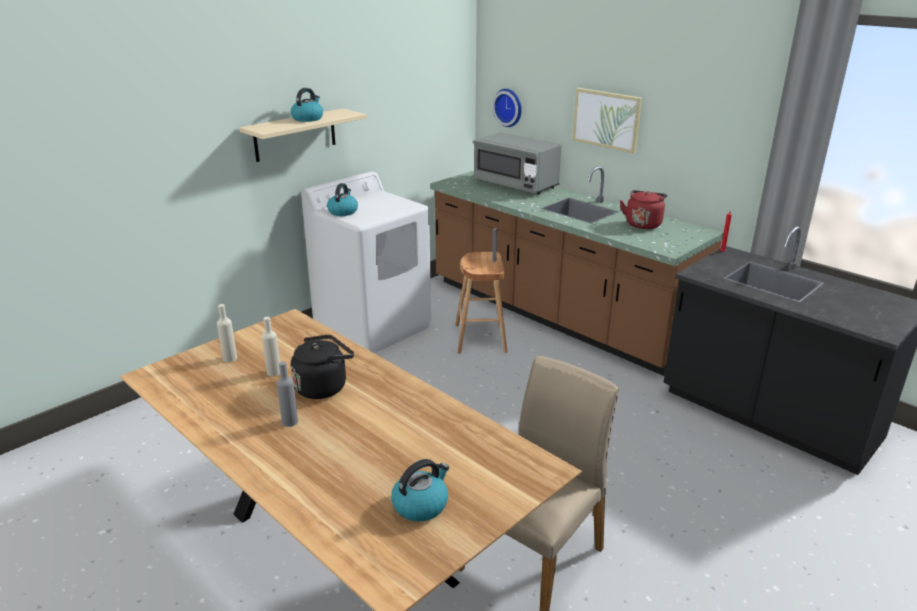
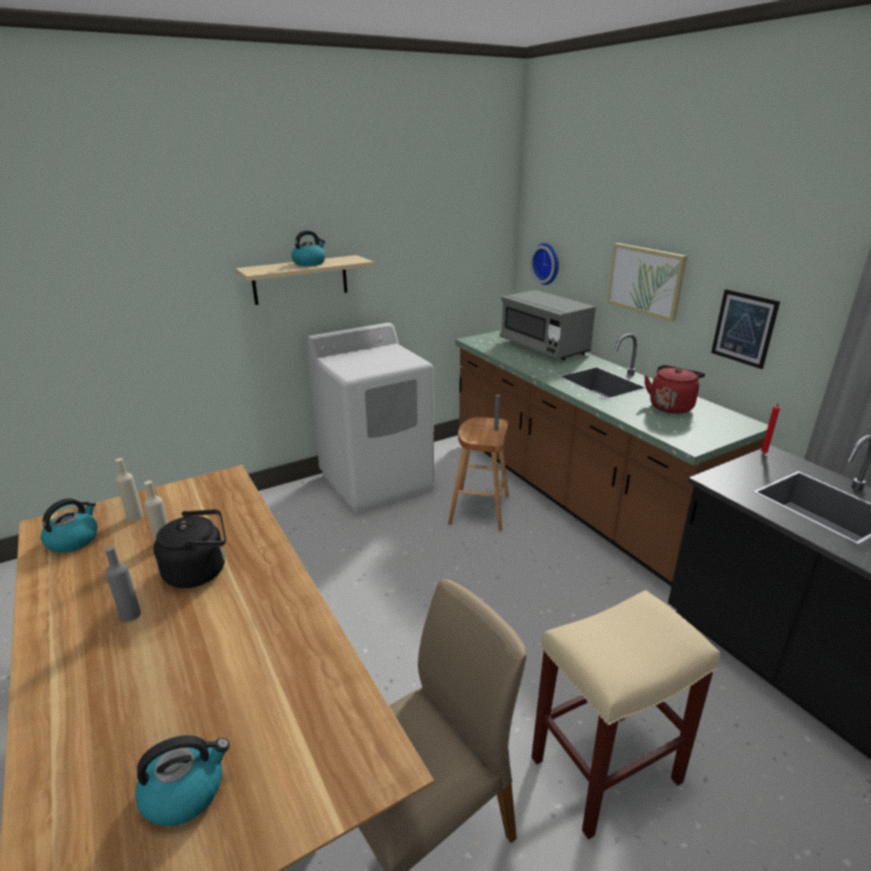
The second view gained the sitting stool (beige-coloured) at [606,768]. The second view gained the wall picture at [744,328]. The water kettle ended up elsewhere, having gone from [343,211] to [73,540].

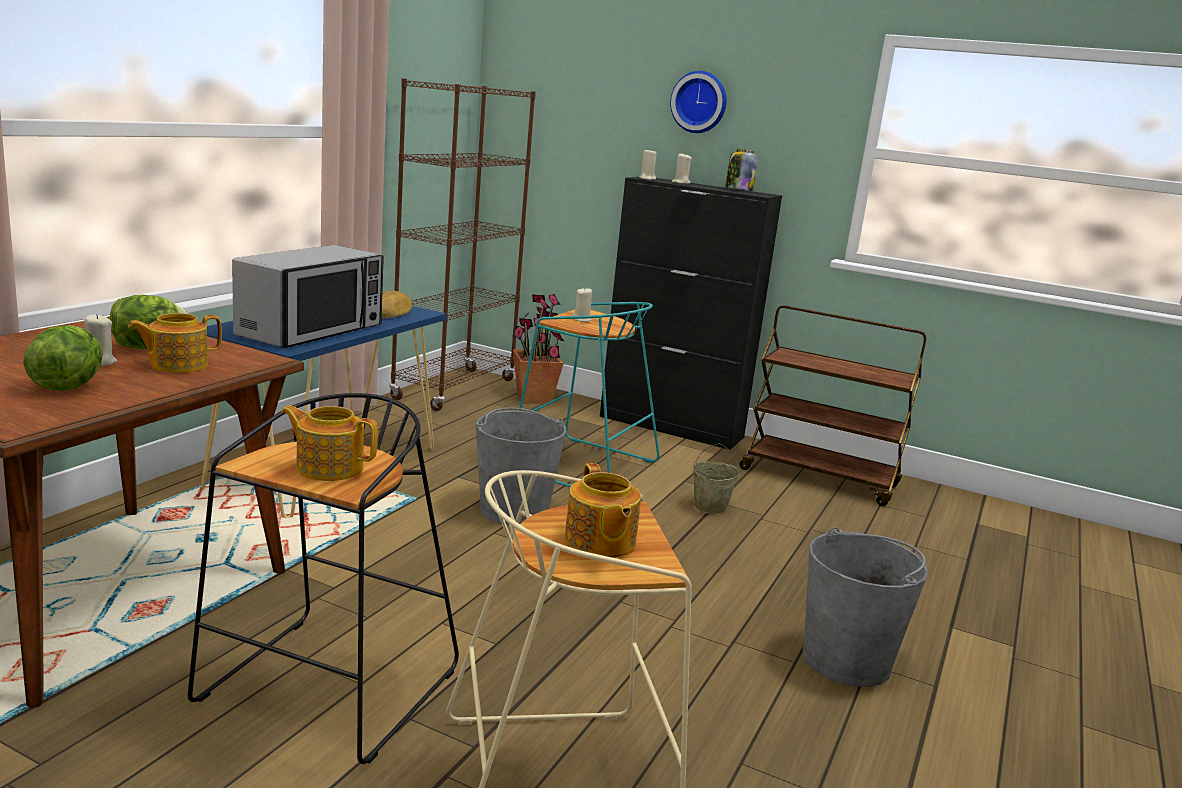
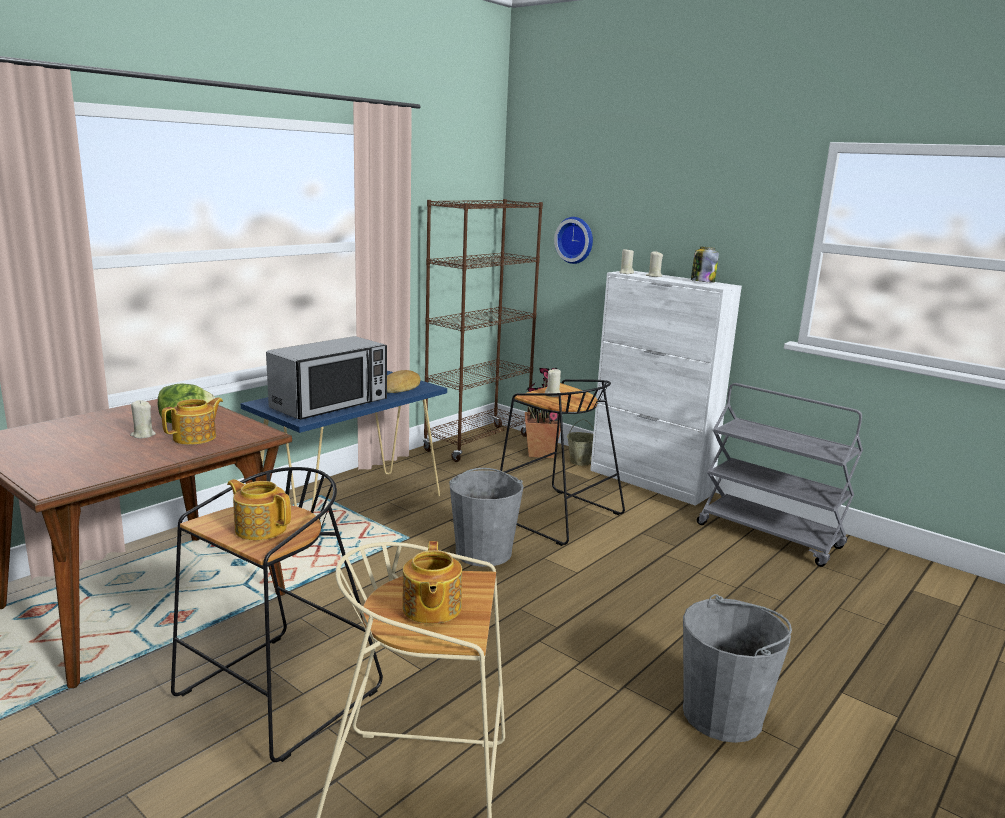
The second view lost the lettuce at [68,386]. The hanging clock ended up elsewhere, having gone from [700,102] to [575,240]. The water bucket (beige-coloured) ended up elsewhere, having gone from [711,507] to [581,461]. What was the sitting stool (turquoise) at [581,467] turned into the sitting stool (black-coloured) at [556,516]. What was the storage cabinet (black-coloured) at [671,427] turned into the storage cabinet (whitish) at [650,482]. What was the trolley (brownish) at [820,478] turned into the trolley (grey) at [770,536]. The teapot at [177,365] ended up facing another way, 150 degrees clockwise from before.

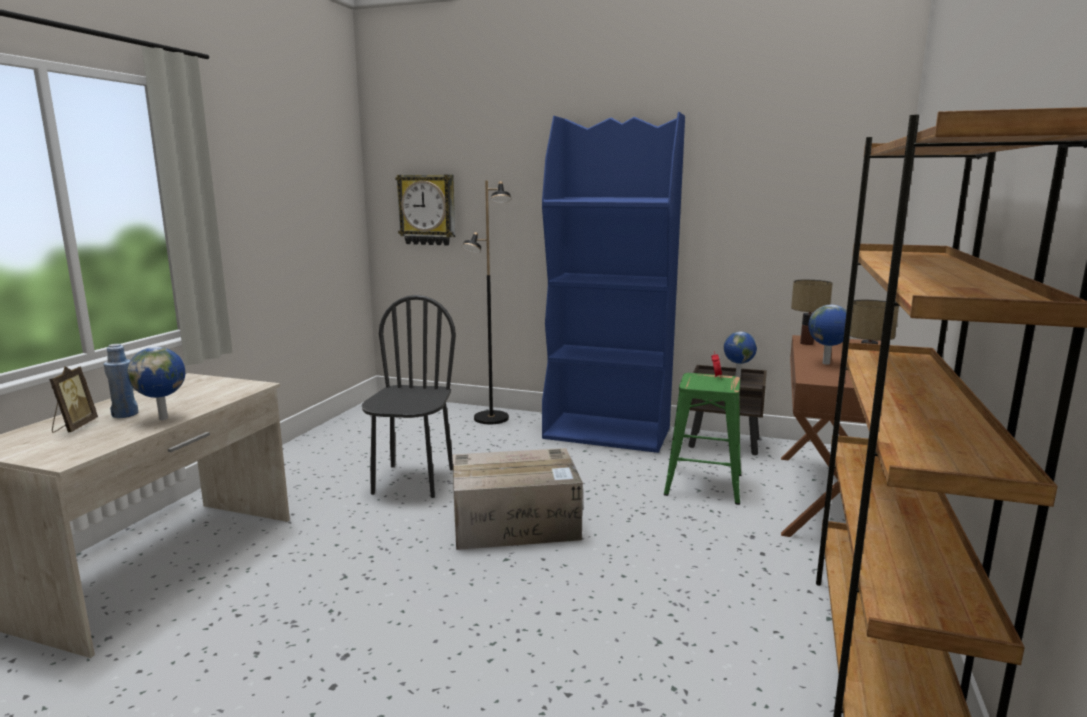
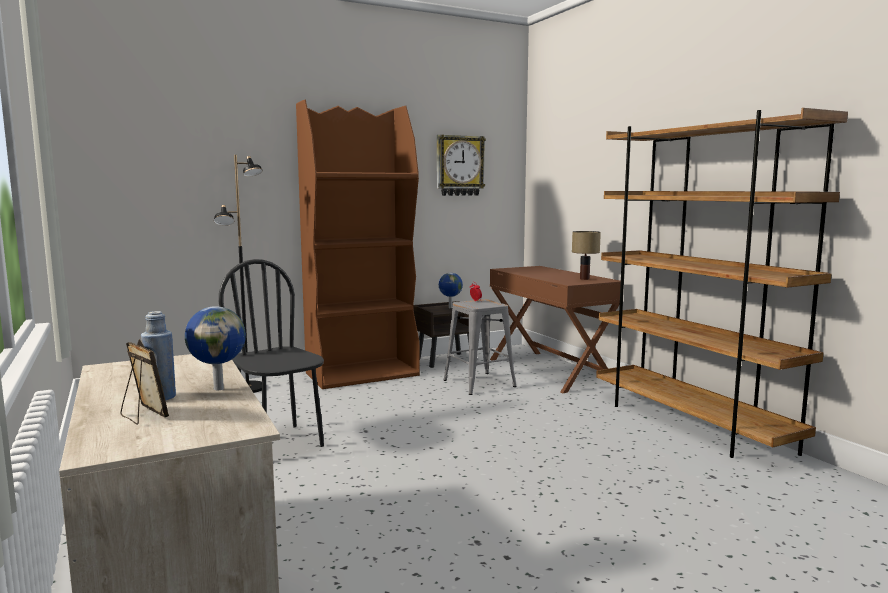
The second view lost the cardboard box at [516,522]. The second view lost the table lamp at [807,343]. The second view lost the world globe at [826,364]. The hanging clock ended up elsewhere, having gone from [427,210] to [459,166]. What was the bookcase (blue) at [608,433] turned into the bookcase (brownish) at [363,374]. What was the sitting stool (green) at [702,484] turned into the sitting stool (grey) at [478,383].

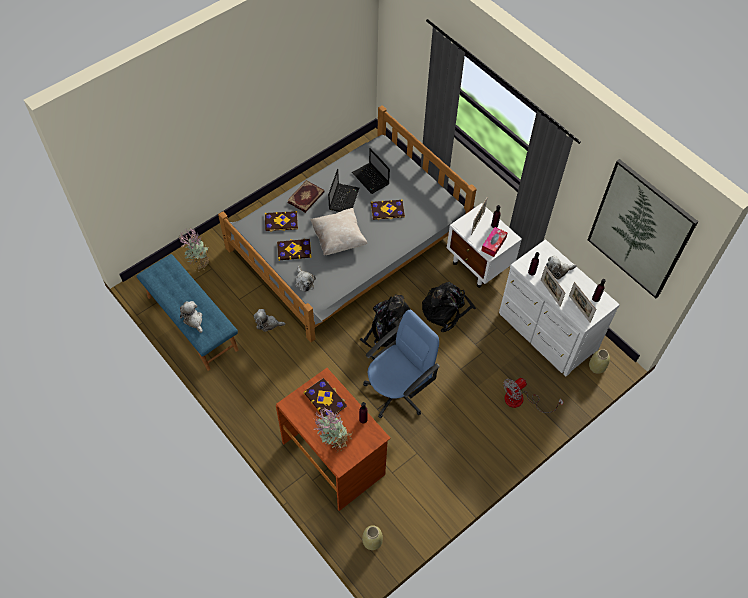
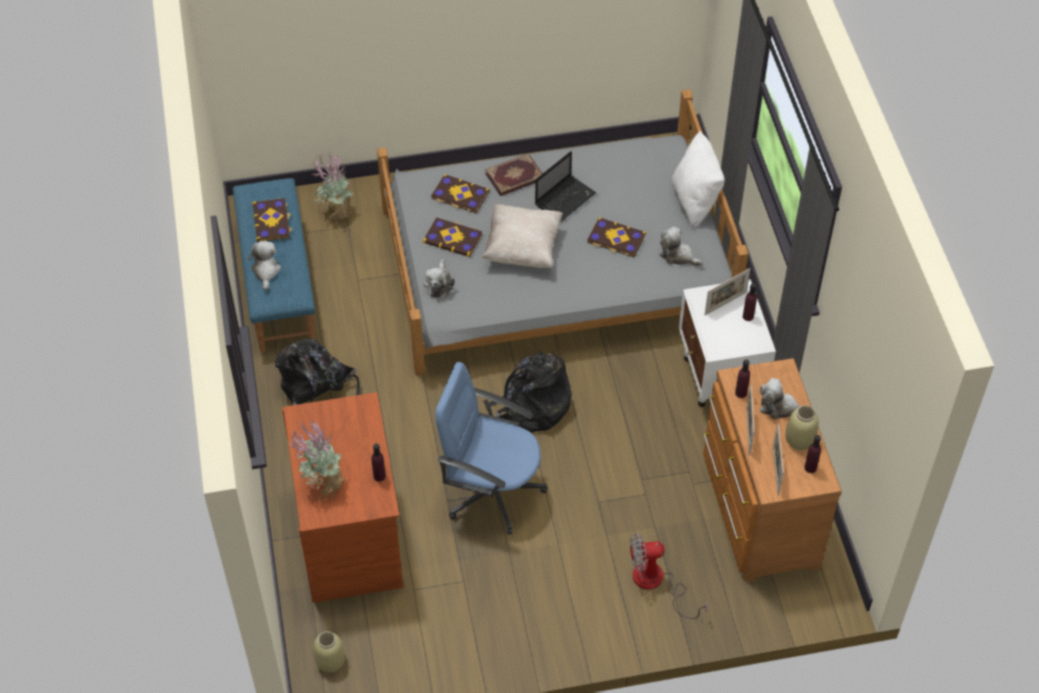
The second view lost the notebook computer at [371,179]. The second view lost the tissue box at [493,244]. The second view lost the wall picture at [639,230]. The second view gained the pillow (whitish) at [695,201]. The plush toy ended up elsewhere, having gone from [268,324] to [678,255]. The book ended up elsewhere, having gone from [325,399] to [272,221]. The backpack (black-coloured) ended up elsewhere, having gone from [446,310] to [317,388]. The flower vase (beige-coloured) ended up elsewhere, having gone from [596,367] to [799,439]. What was the dresser (whitish) at [546,333] turned into the dresser (brownish) at [757,511]. The desk chair (blue) at [398,391] ended up facing another way, 150 degrees counterclockwise from before.

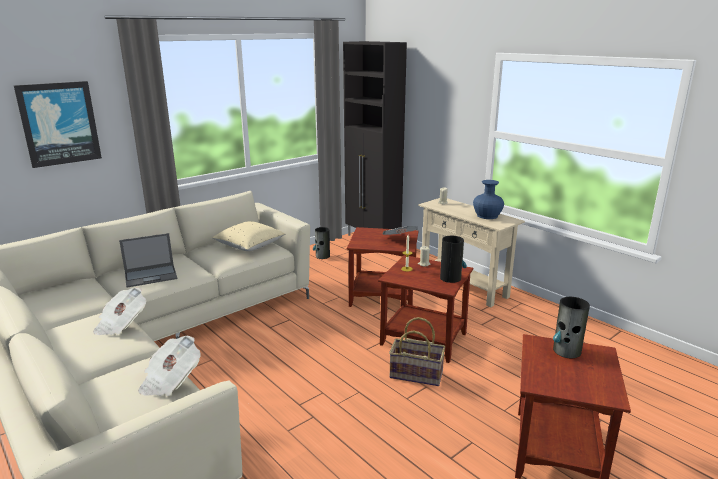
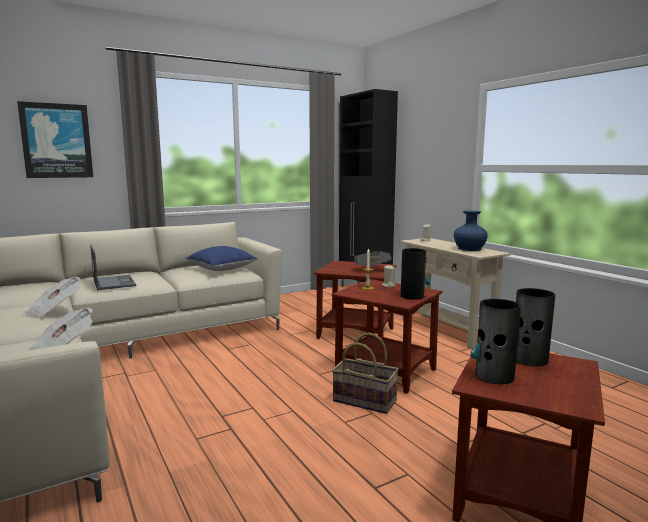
The flower vase ended up elsewhere, having gone from [322,256] to [494,376]. What was the pillow (beige-coloured) at [250,246] turned into the pillow (blue) at [222,269]. The notebook computer at [151,276] ended up facing another way, 105 degrees counterclockwise from before.

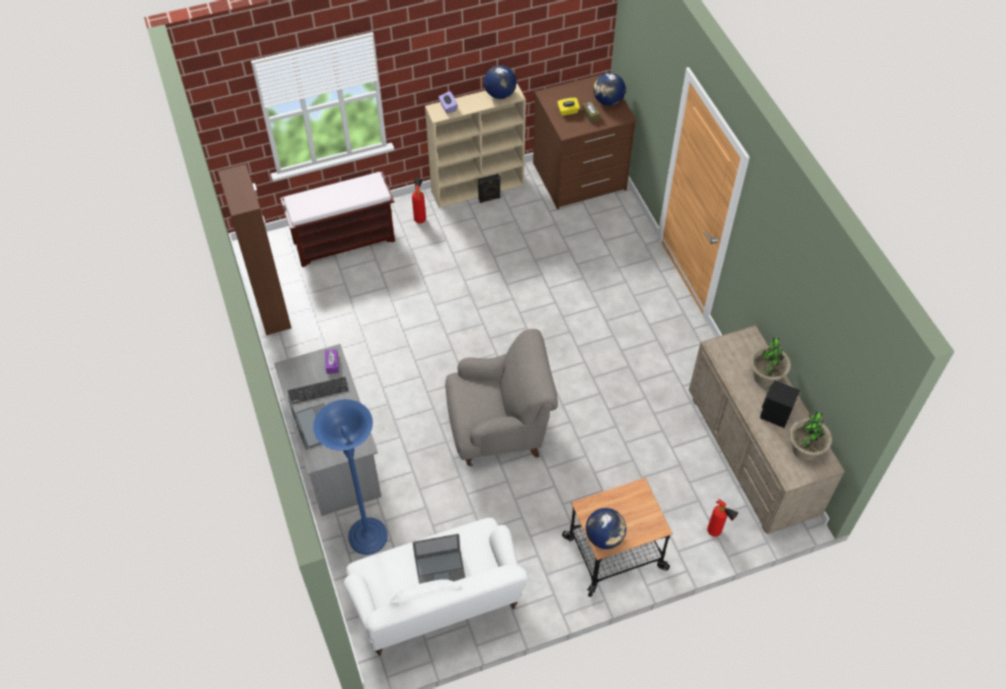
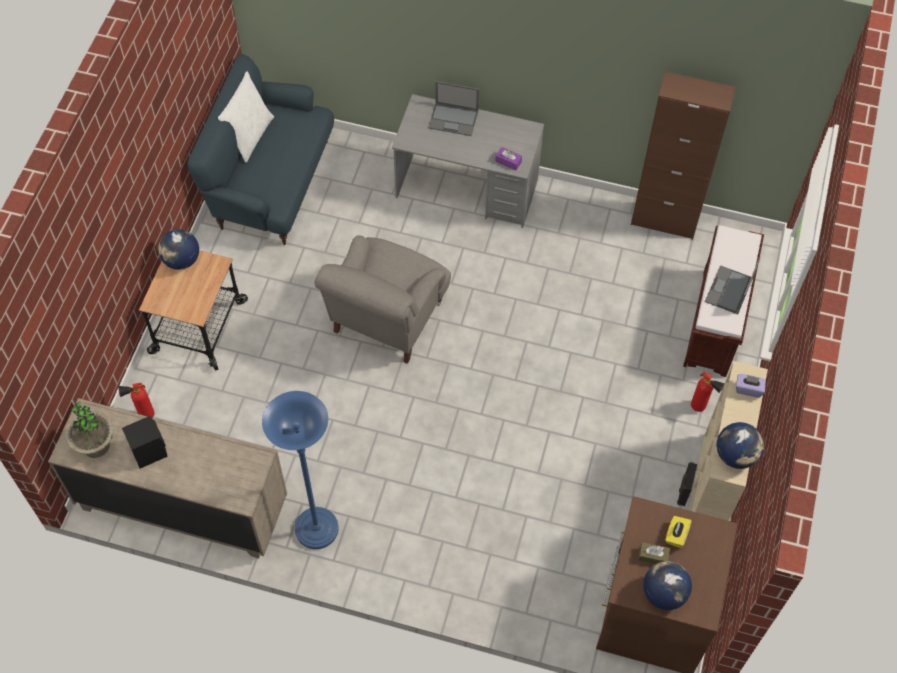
The second view lost the PC keyboard at [318,391]. The second view lost the plant in a pot at [765,377]. The standard lamp (blue) ended up elsewhere, having gone from [368,537] to [317,529]. The notebook computer ended up elsewhere, having gone from [440,568] to [729,290]. What was the settee (whitish) at [437,603] turned into the settee (blue) at [271,184].

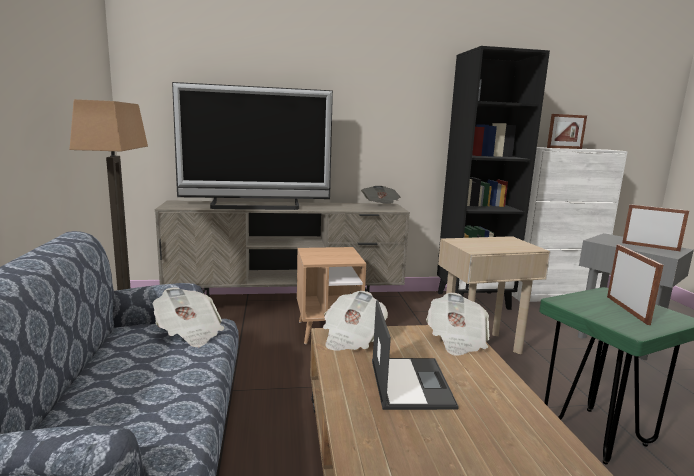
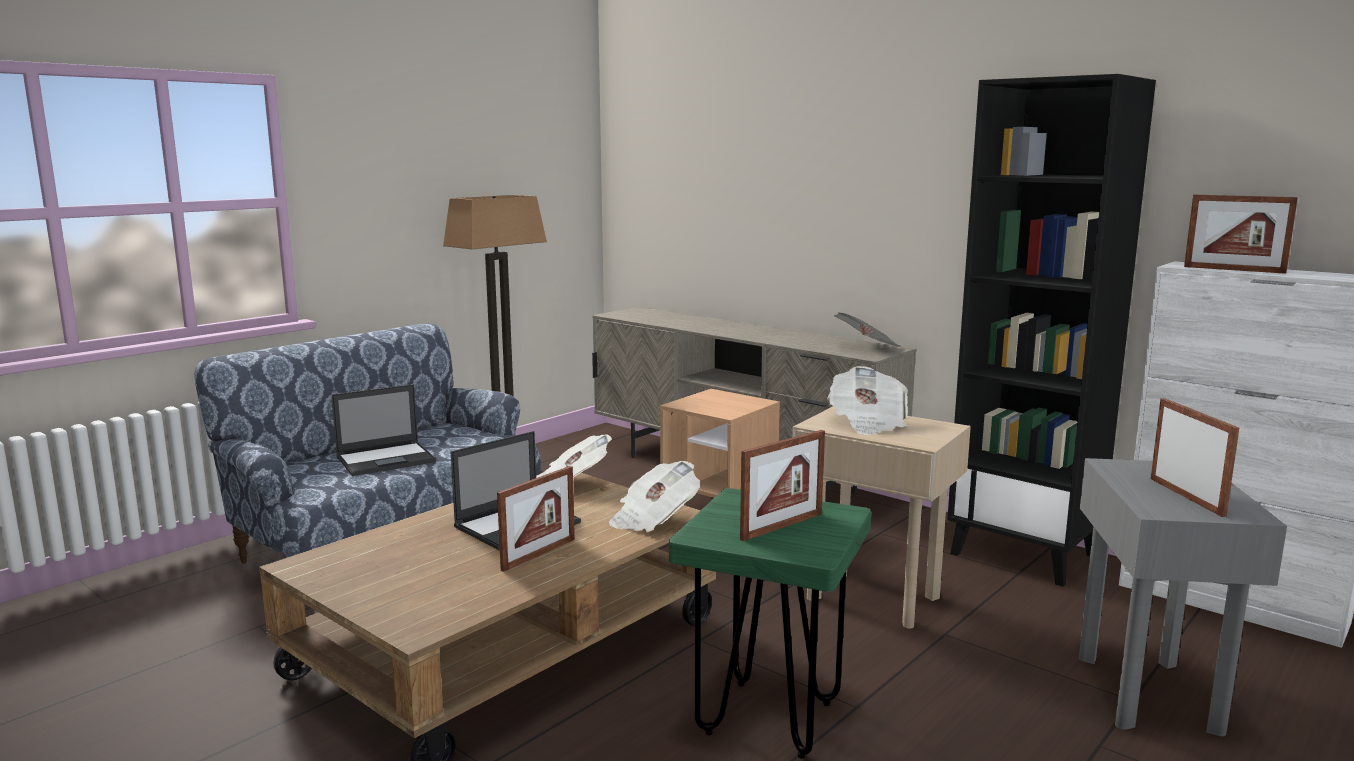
The second view lost the TV at [256,206]. The second view gained the notebook computer at [387,459]. The second view gained the standing frame at [539,554]. The newspaper ended up elsewhere, having gone from [189,333] to [867,423].

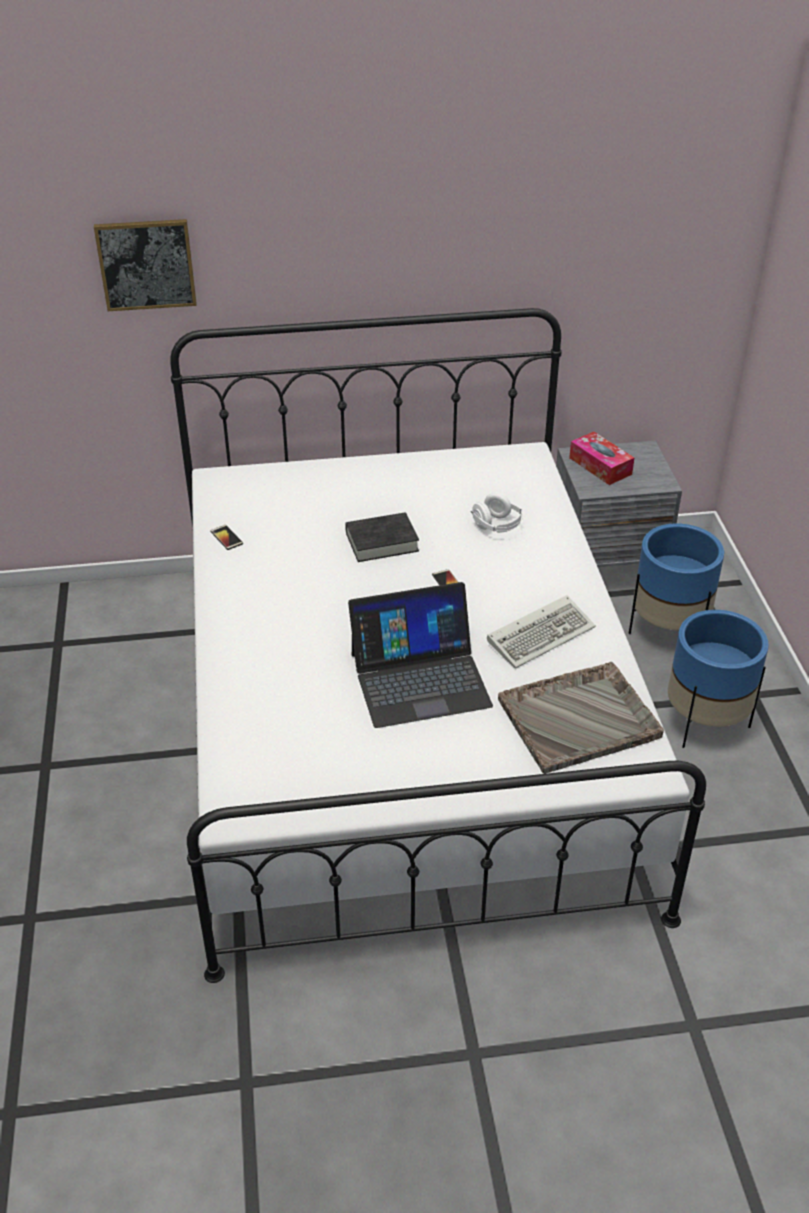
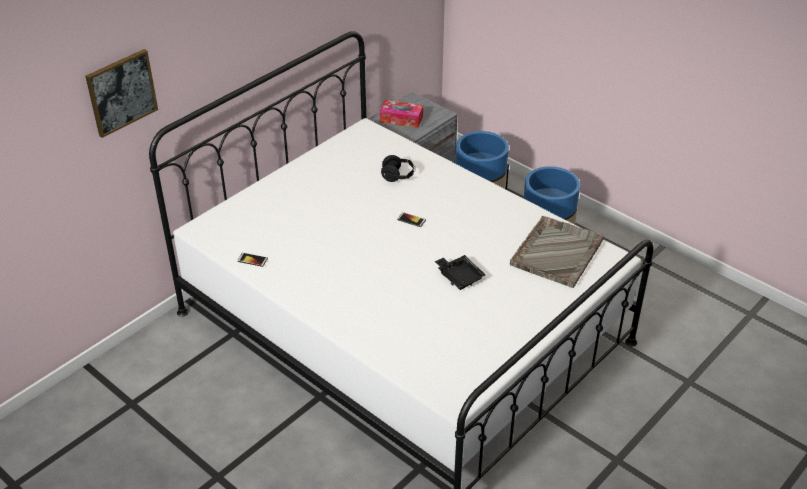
The second view lost the book (black-coloured) at [382,542]. The second view lost the PC keyboard at [542,634]. Where the notebook computer stood at [419,679], the tray (black-coloured) came to stand at [459,277]. What was the headset (whitish) at [497,526] turned into the headset (black-coloured) at [398,176].

